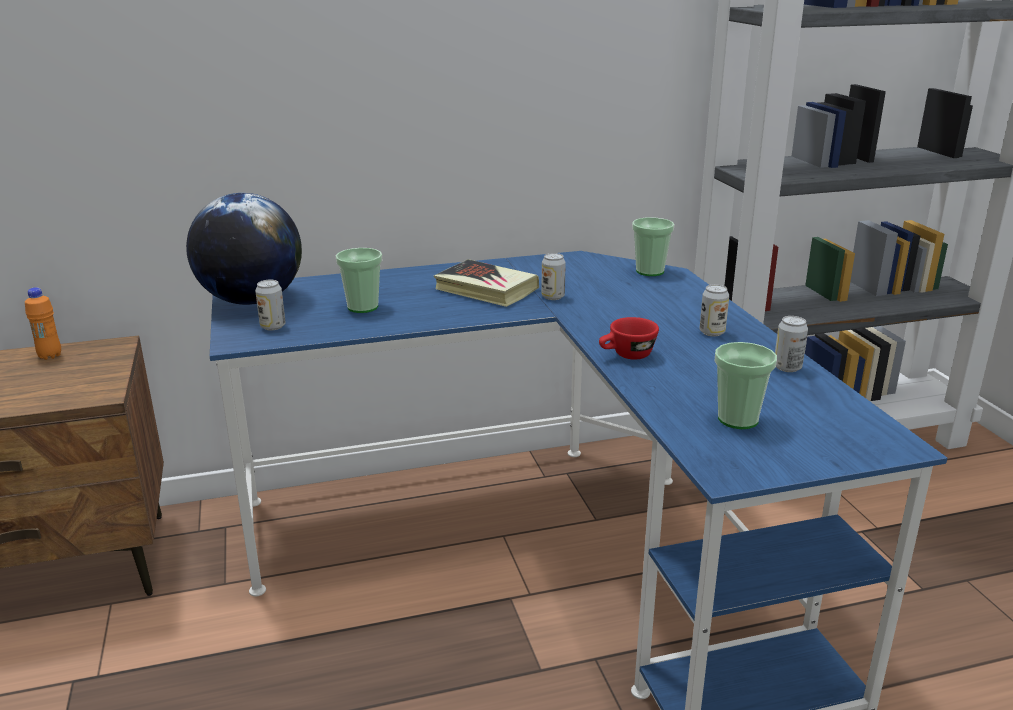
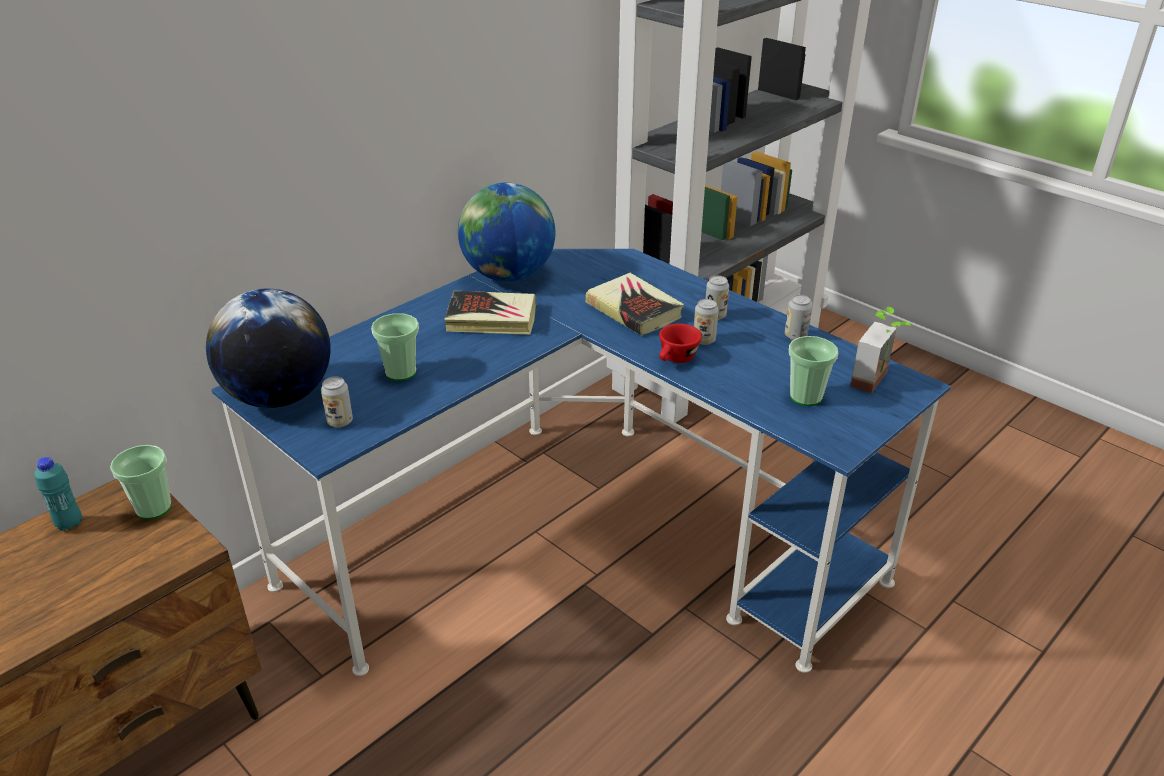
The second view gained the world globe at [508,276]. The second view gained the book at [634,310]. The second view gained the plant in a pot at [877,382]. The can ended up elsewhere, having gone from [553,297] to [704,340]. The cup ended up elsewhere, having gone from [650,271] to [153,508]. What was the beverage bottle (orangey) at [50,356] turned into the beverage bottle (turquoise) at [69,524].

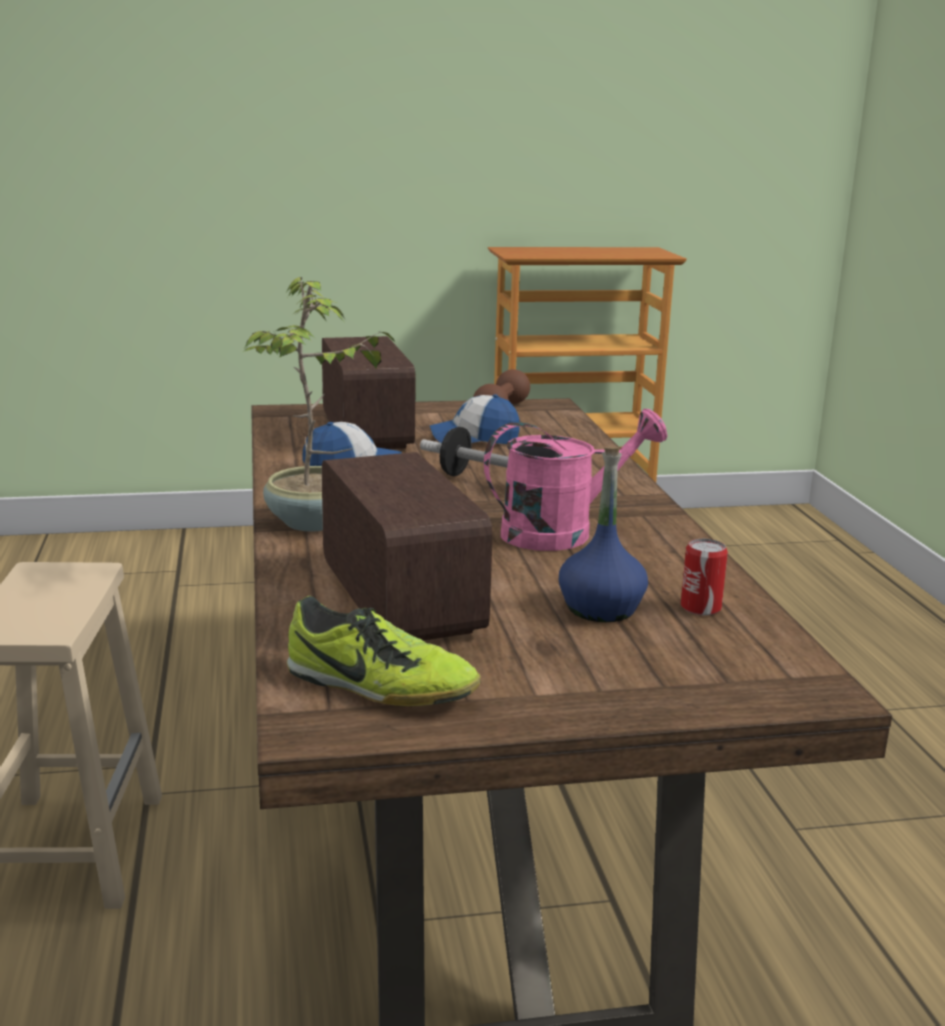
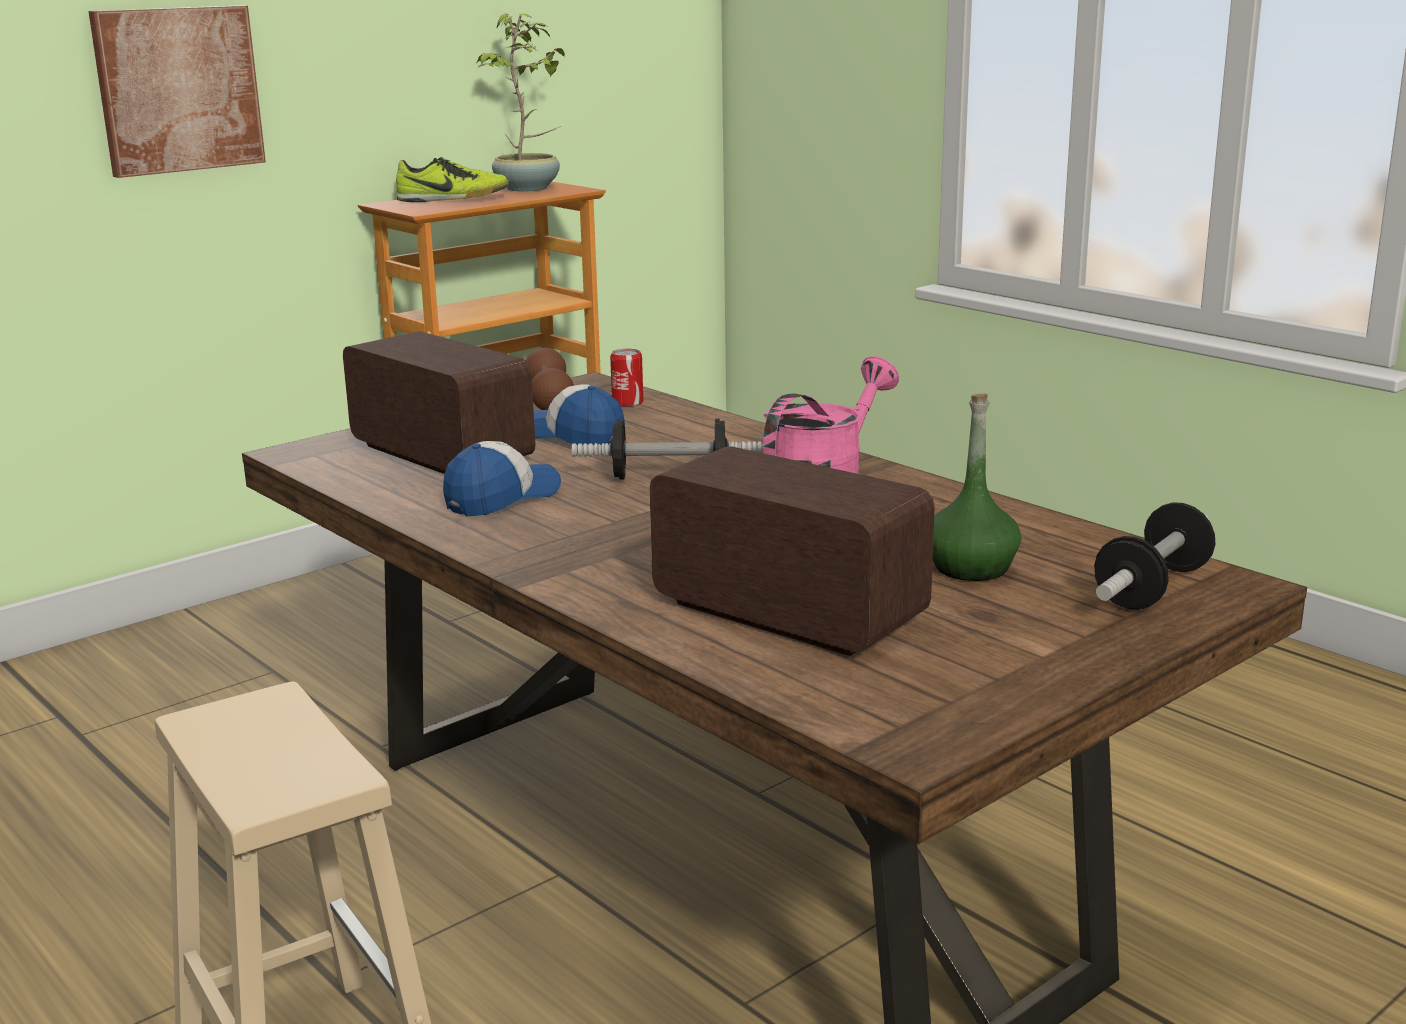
The second view gained the wall picture at [178,89]. The second view gained the hand weight at [1152,588]. The plant in a pot ended up elsewhere, having gone from [314,523] to [528,189]. The shoe ended up elsewhere, having gone from [379,687] to [453,200]. The can ended up elsewhere, having gone from [700,607] to [627,403]. What was the beverage bottle (blue) at [600,608] turned into the beverage bottle (green) at [970,568]. The peaked cap at [474,439] ended up facing another way, 75 degrees clockwise from before.

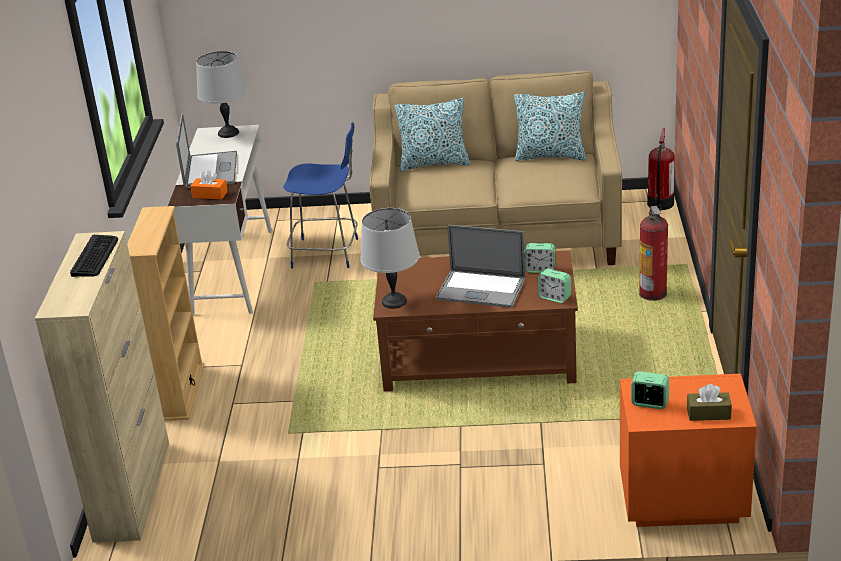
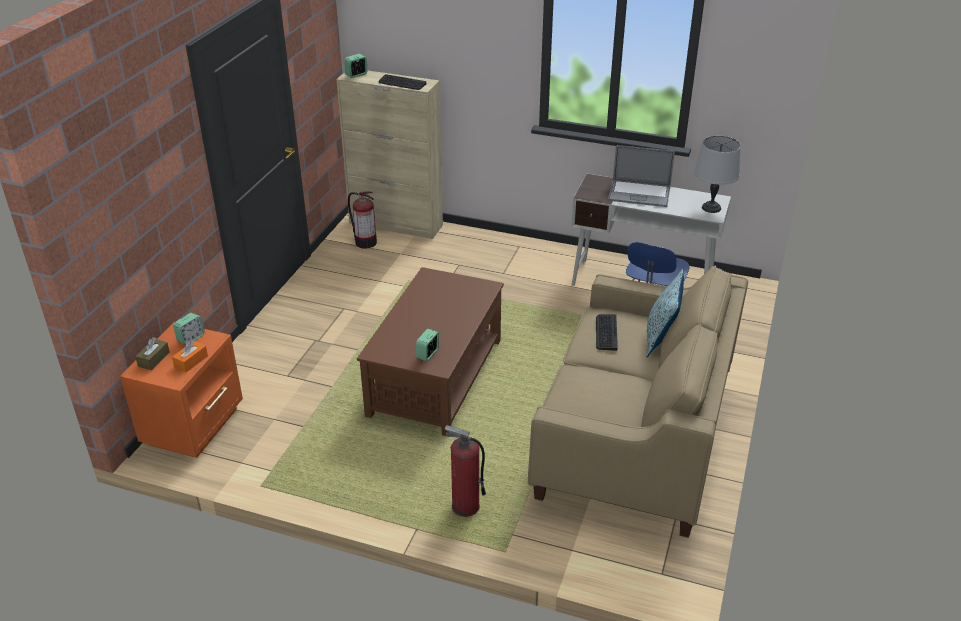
The second view lost the bookcase (beige-coloured) at [180,392]. The second view lost the table lamp (grey) at [394,302]. The second view lost the notebook computer at [481,289]. The second view lost the pillow at [550,156]. The second view gained the PC keyboard at [606,332]. The tissue box (orangey) ended up elsewhere, having gone from [210,194] to [191,361]. The alarm clock ended up elsewhere, having gone from [554,297] to [356,75]. The fire-fighting cylinder ended up elsewhere, having gone from [660,204] to [364,242].

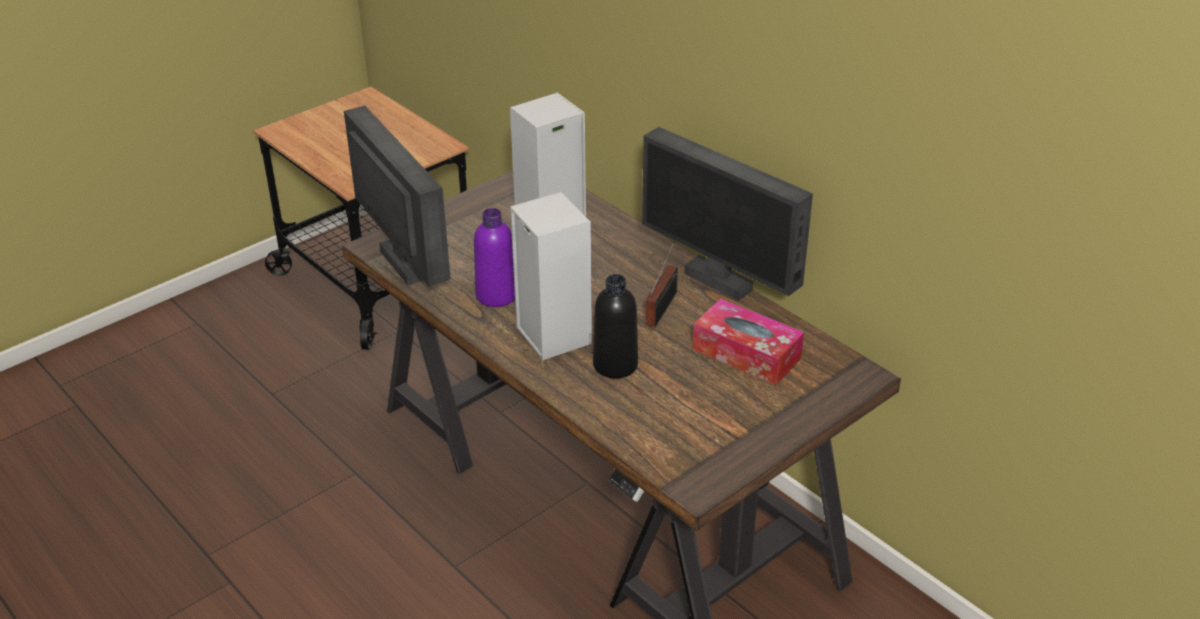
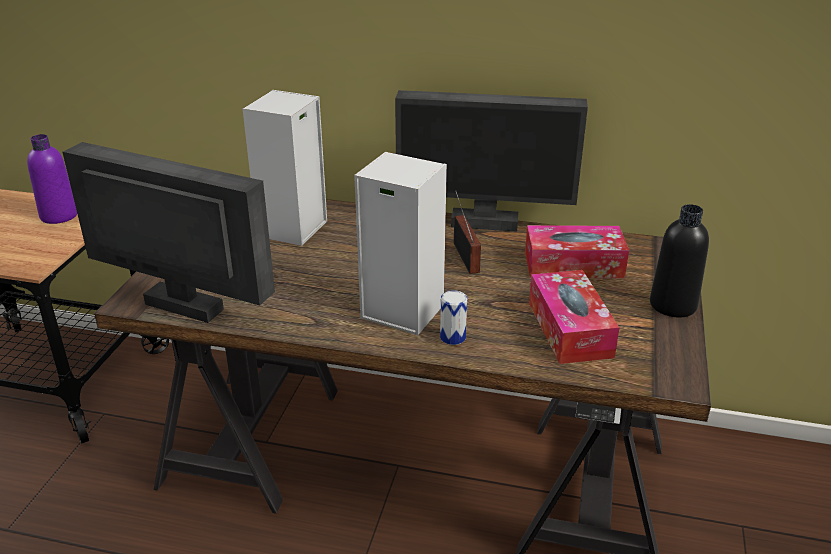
The second view gained the can at [452,337]. The second view gained the tissue box at [569,329]. The beverage bottle (purple) ended up elsewhere, having gone from [496,295] to [59,216]. The beverage bottle (black-coloured) ended up elsewhere, having gone from [615,365] to [673,305].

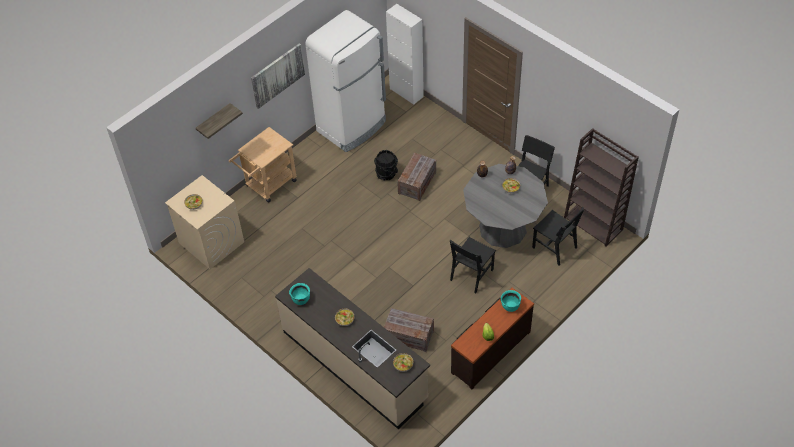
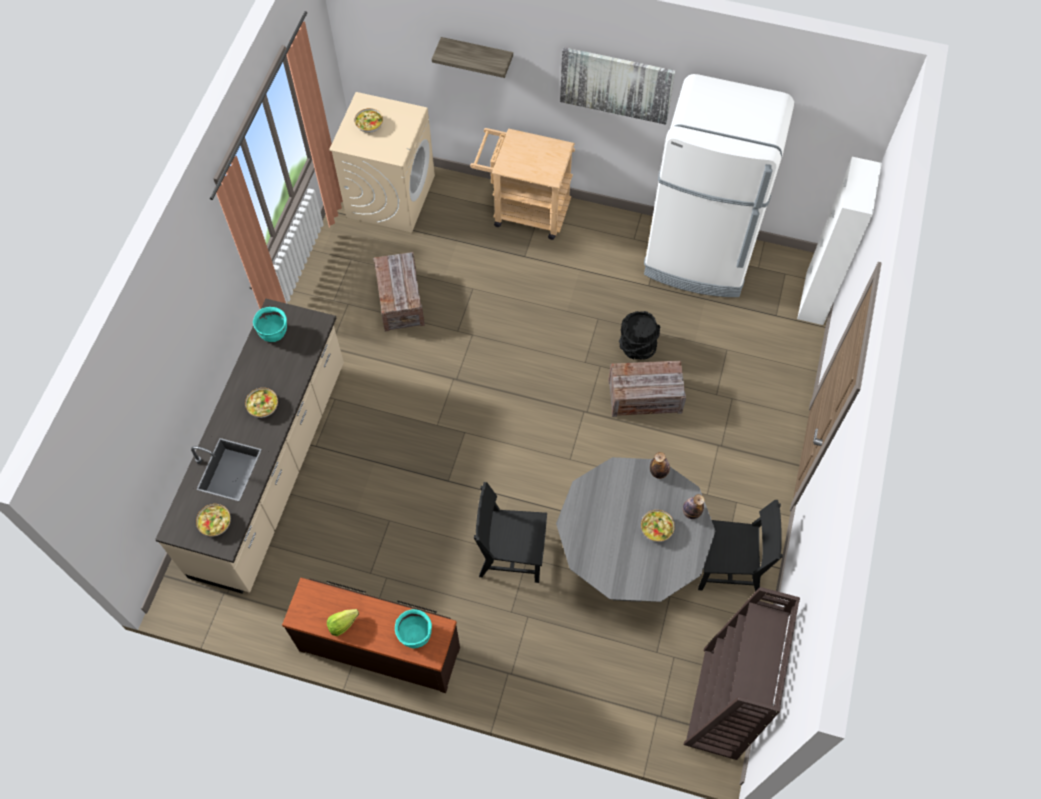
The second view lost the plain chair (black-coloured) at [554,247]. The packing crate ended up elsewhere, having gone from [408,335] to [400,300].

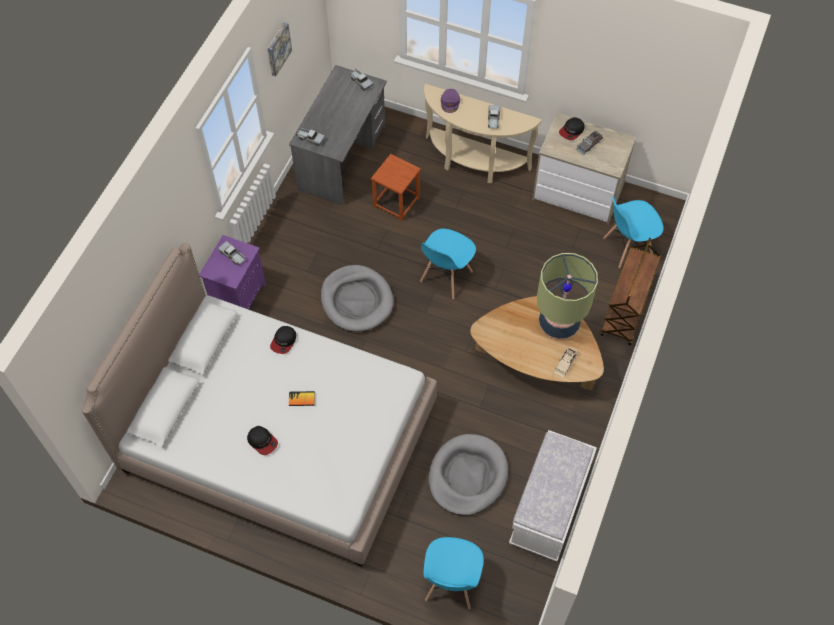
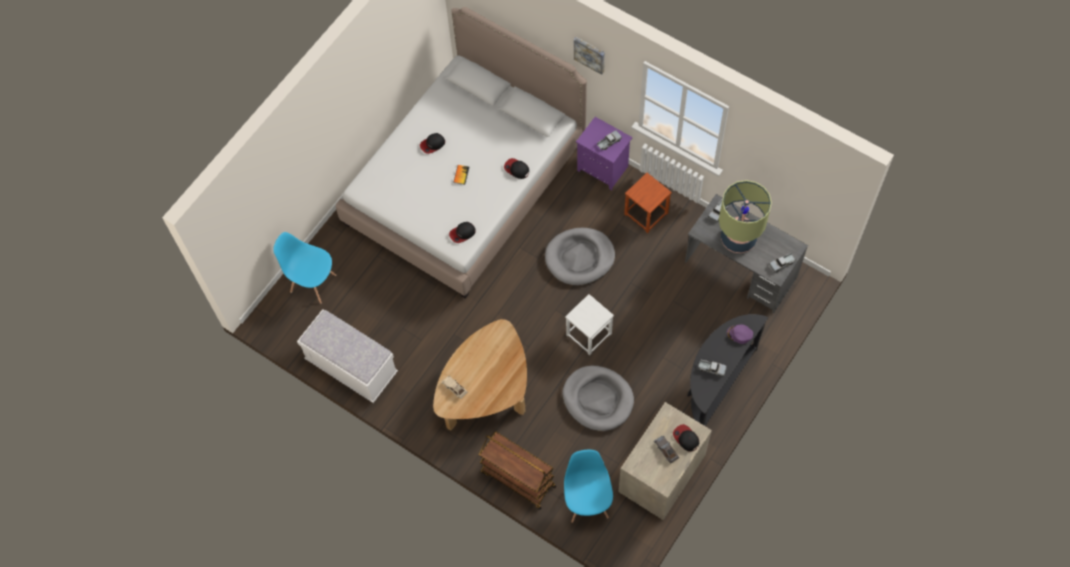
The second view gained the peaked cap at [462,233]. The wall picture ended up elsewhere, having gone from [277,48] to [590,54]. The sitting stool (brownish) ended up elsewhere, having gone from [396,202] to [645,213]. The pet bed (grey) ended up elsewhere, having gone from [467,476] to [598,399]. The table lamp ended up elsewhere, having gone from [559,323] to [738,239]. Where the plain chair (blue) stood at [446,277], the sitting stool (whitish) came to stand at [588,334]. What was the console table (beige-coloured) at [473,163] turned into the console table (black-coloured) at [715,384].

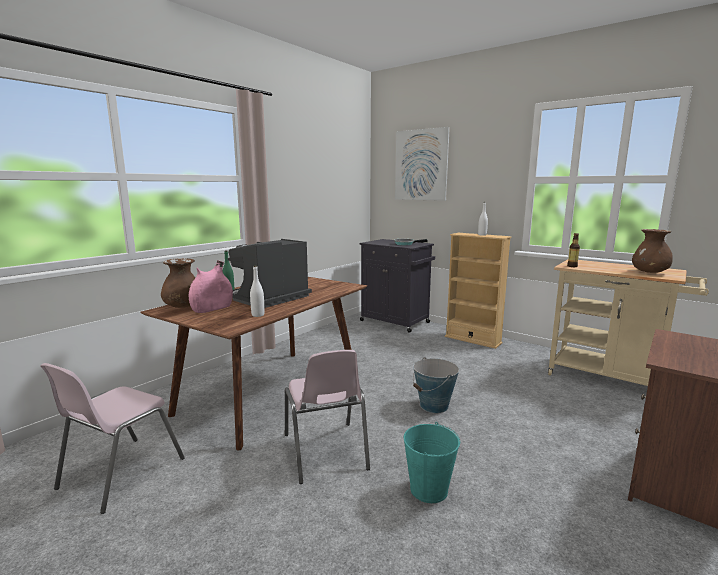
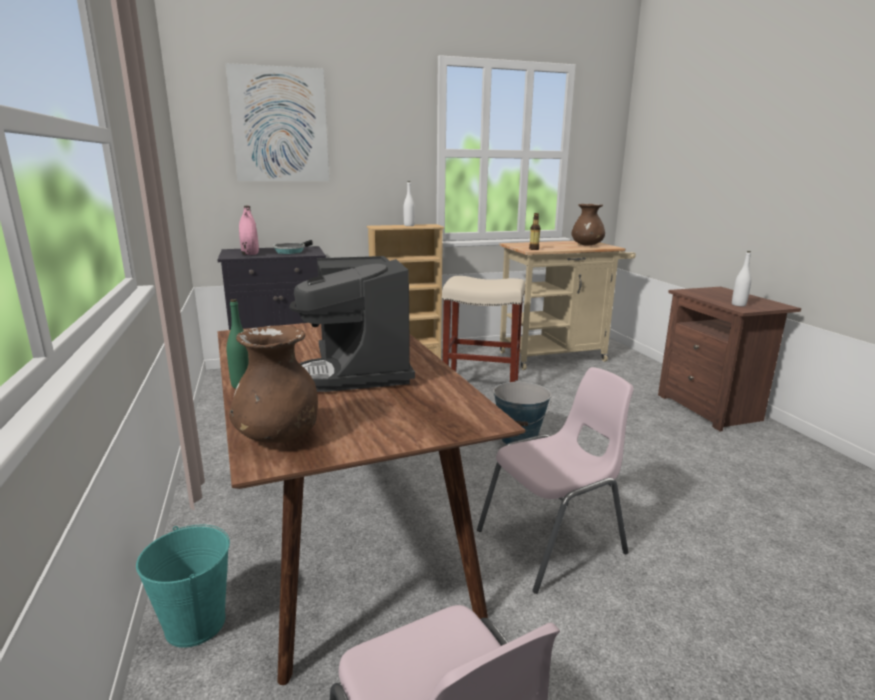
The second view gained the sitting stool (beige-coloured) at [482,385]. The flower vase (pink-coloured) ended up elsewhere, having gone from [212,309] to [250,253]. The beverage bottle (whitish) ended up elsewhere, having gone from [258,315] to [738,305]. The water bucket (turquoise) ended up elsewhere, having gone from [428,489] to [195,624]. The plain chair (pink-coloured) at [325,452] ended up facing another way, 45 degrees counterclockwise from before.

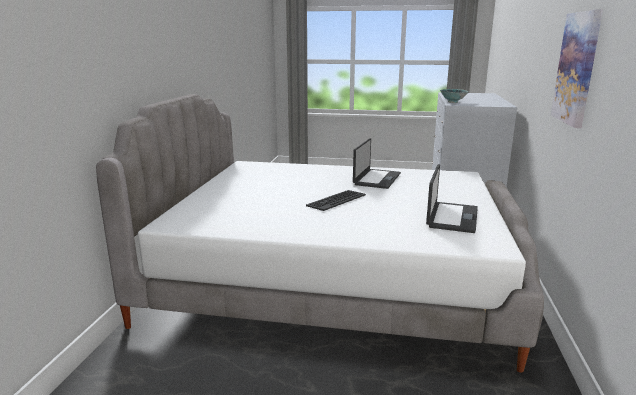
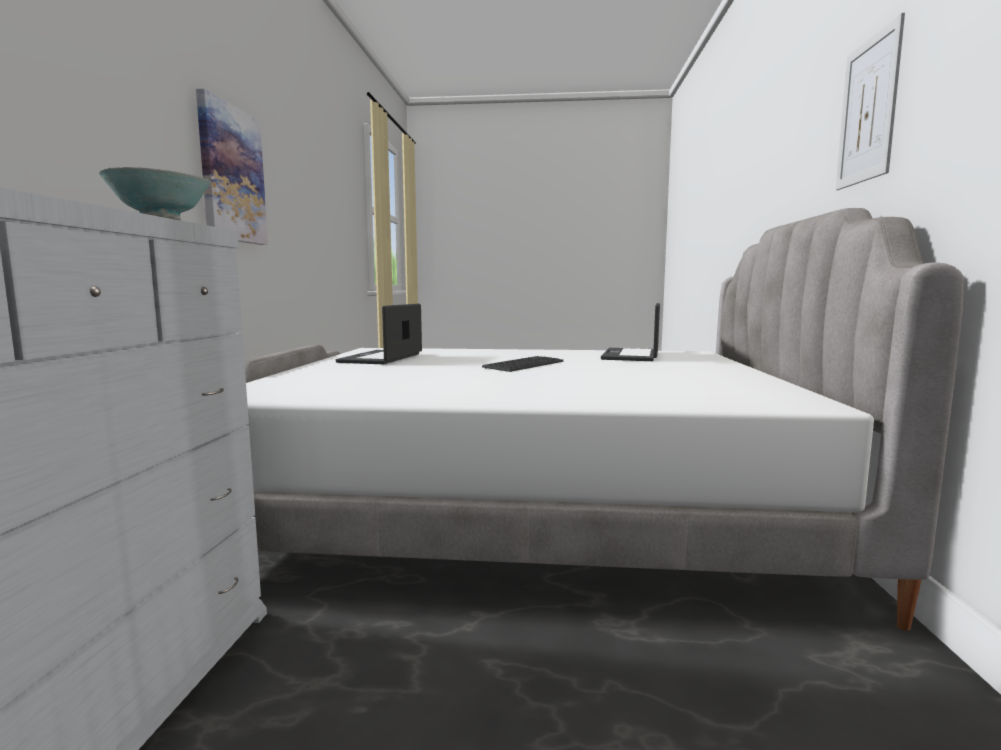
The second view gained the wall picture at [868,110]. The notebook computer ended up elsewhere, having gone from [376,179] to [632,355].

